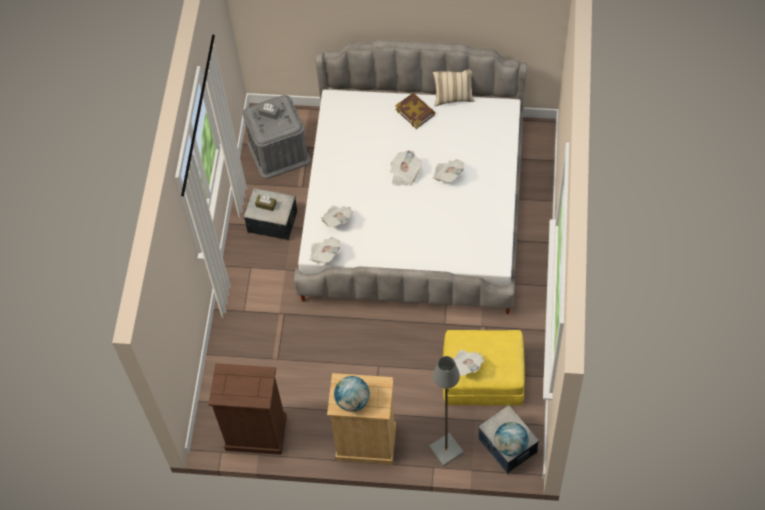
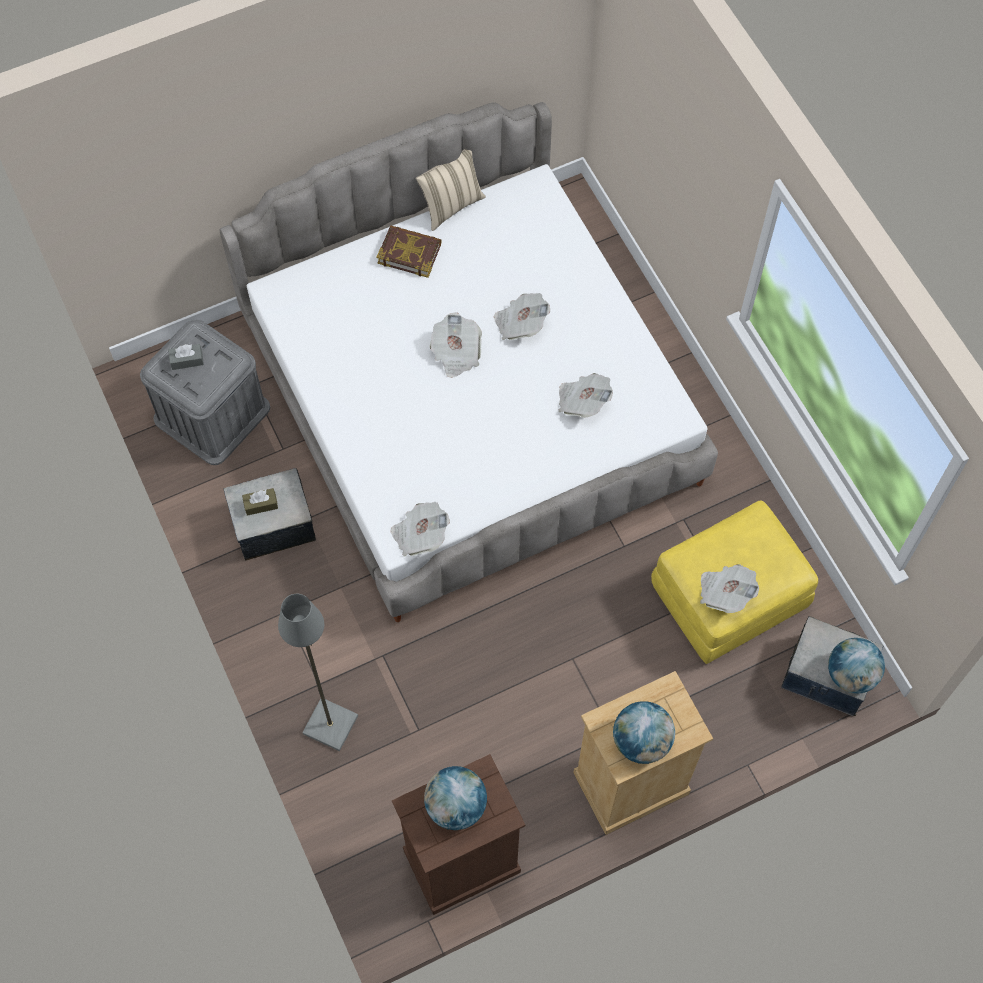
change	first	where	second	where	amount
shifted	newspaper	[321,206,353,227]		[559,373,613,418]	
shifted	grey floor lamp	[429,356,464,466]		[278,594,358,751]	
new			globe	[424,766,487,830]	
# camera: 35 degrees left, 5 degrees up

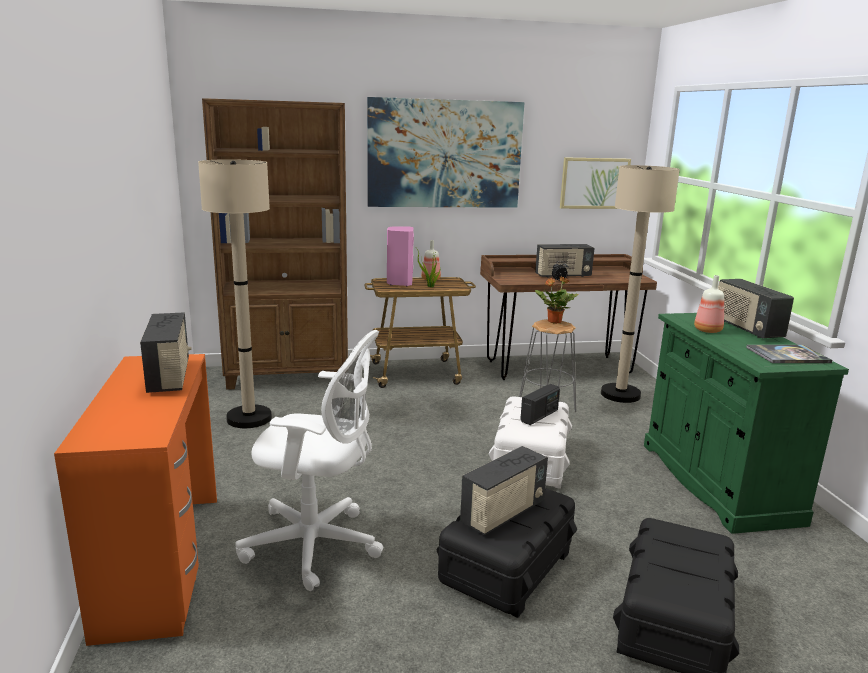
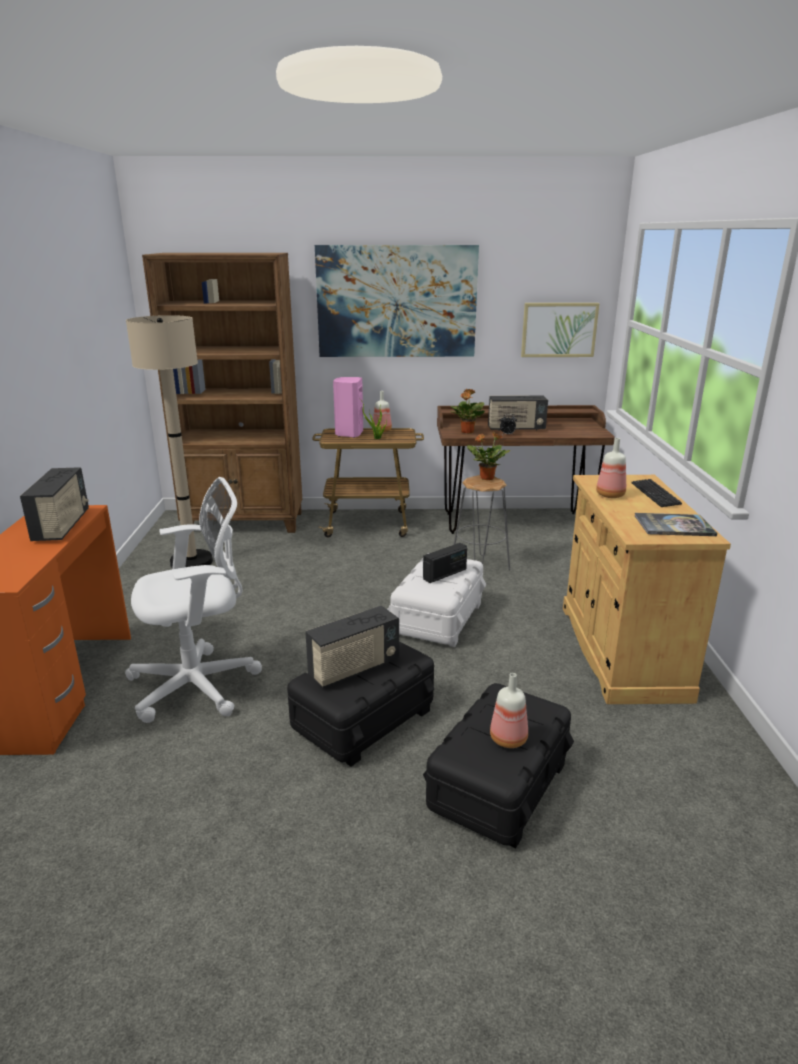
change	first	where	second	where	amount
gone	beige floor lamp	[601,165,680,403]			
swapped	radio	[718,279,794,338]	keyboard	[631,479,682,507]	
repainted	green cabinet	[644,313,849,534]	beige cabinet	[563,475,731,704]	
rotated	white office chair	[235,330,384,591]		[125,477,262,723]	45 degrees counterclockwise
new			potted plant	[451,389,485,433]	
new			bottle	[490,673,528,748]	
# camera: 10 degrees right, 5 degrees up

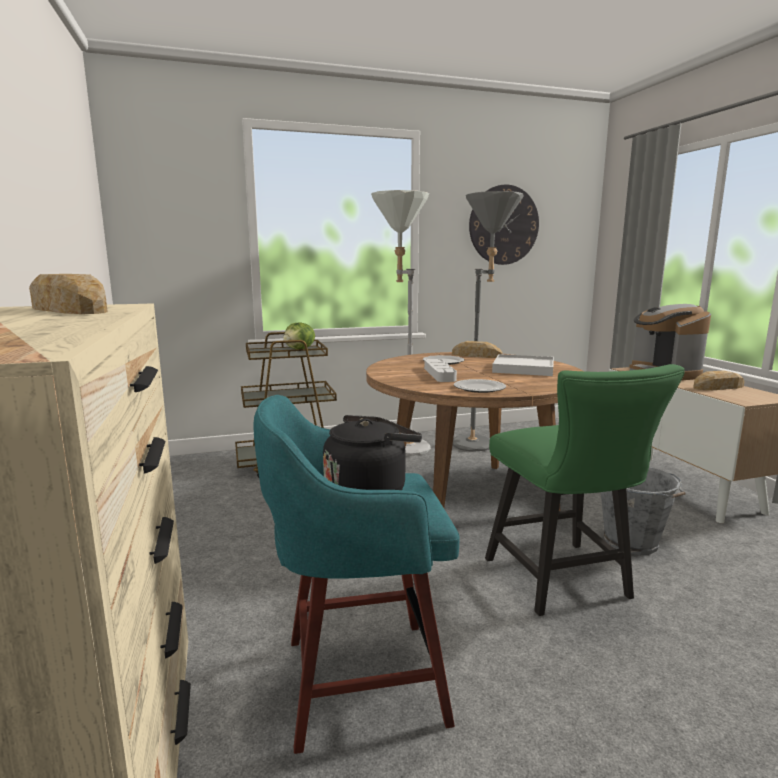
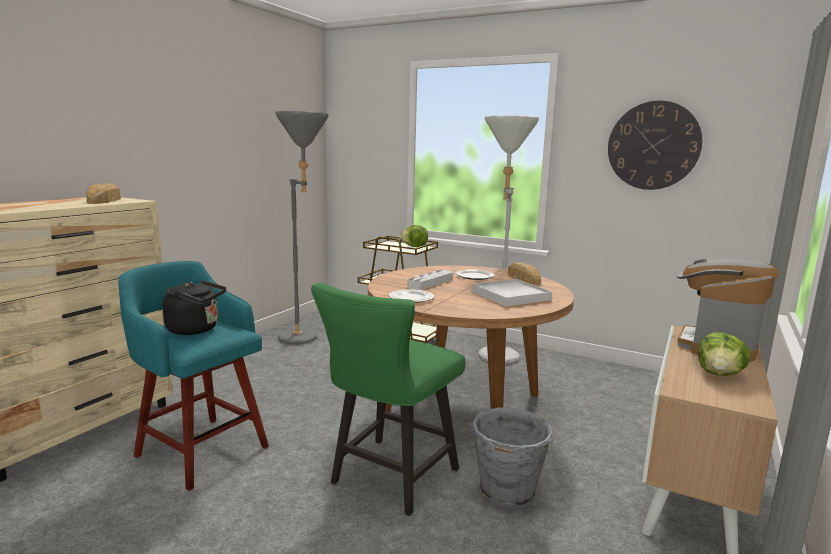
change	first	where	second	where	amount
shifted	grey floor lamp	[453,191,524,451]		[275,111,329,344]	
swapped	bread	[693,370,745,390]	lettuce	[698,332,751,376]	
# camera: 45 degrees right, 0 degrees up

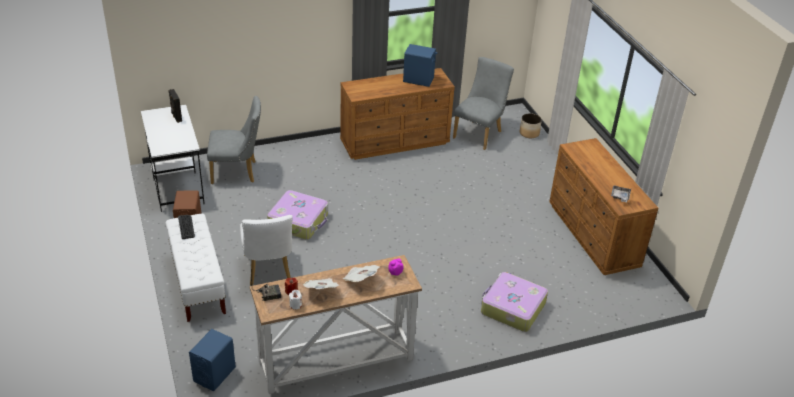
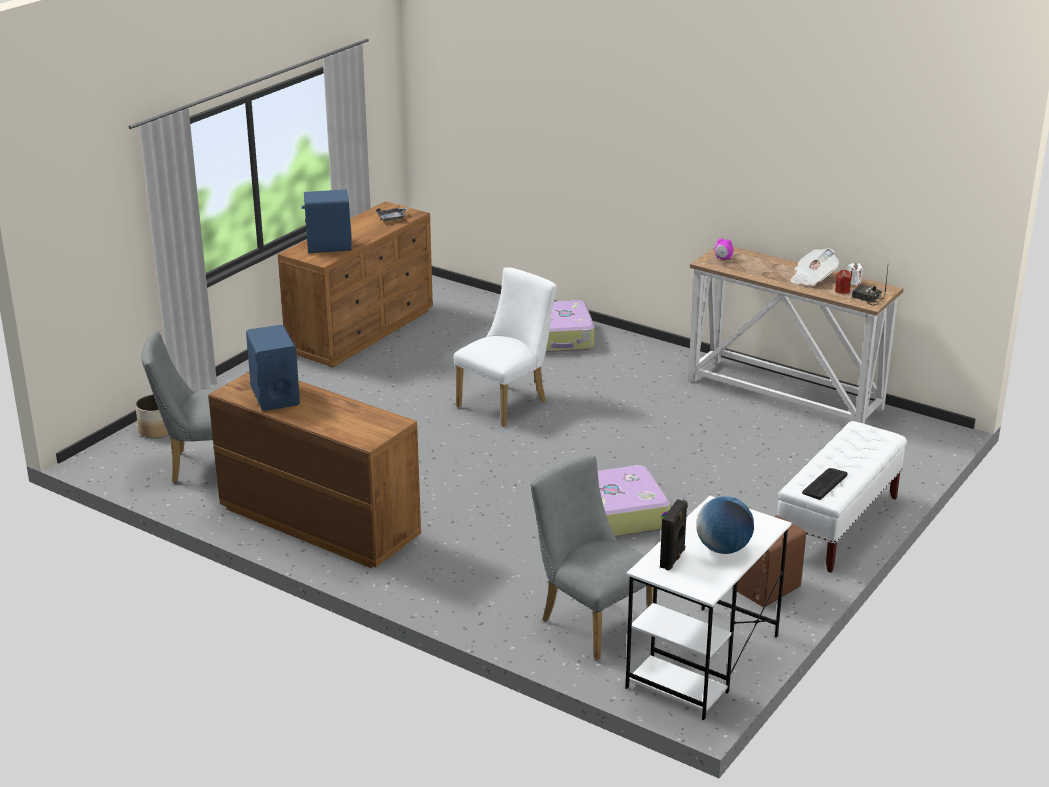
change	first	where	second	where	amount
shifted	white chair	[240,215,293,285]		[454,267,557,427]	
gone	newspaper	[343,265,380,282]			
shifted	blue speaker	[189,329,236,391]		[302,189,352,253]	
new			globe	[696,496,754,554]	
# camera: 125 degrees left, 10 degrees down

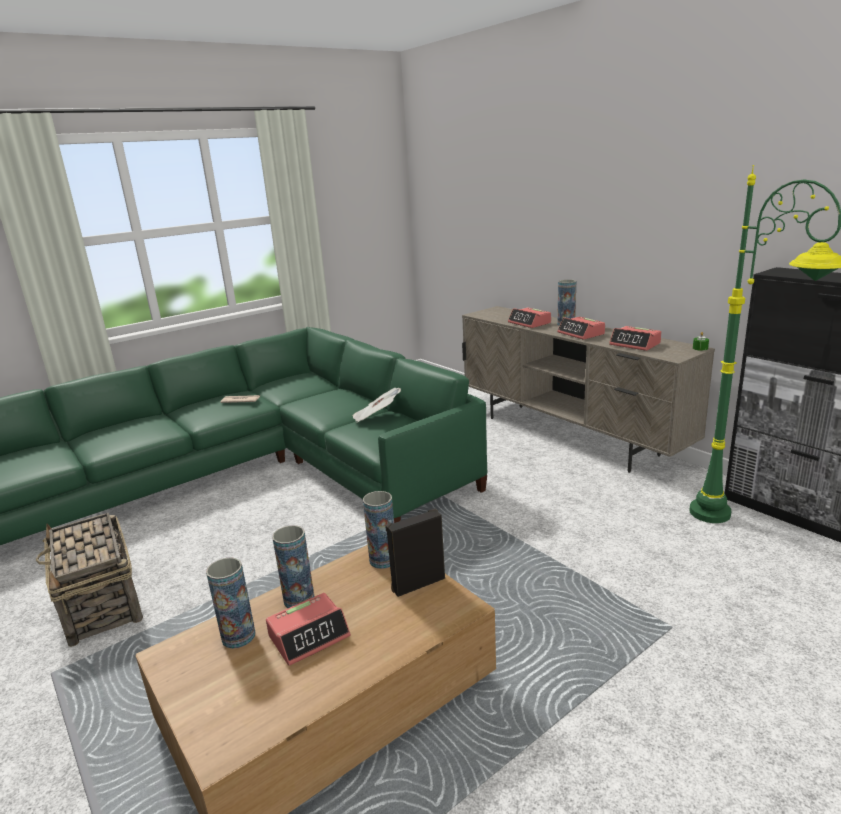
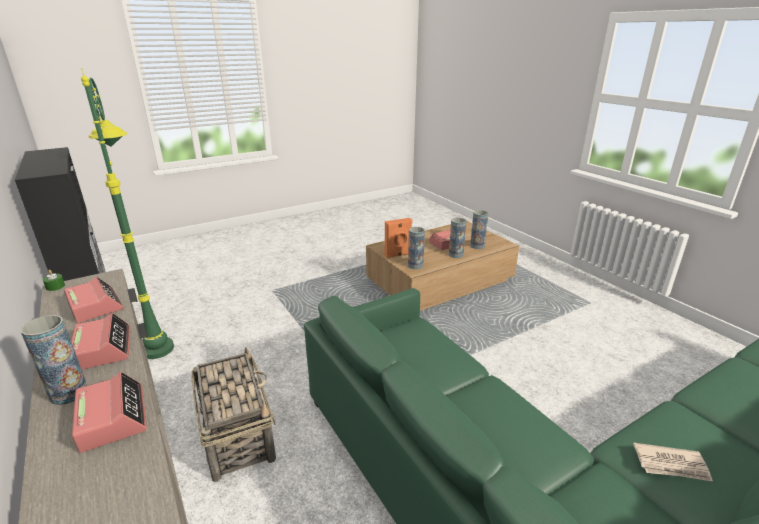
change	first	where	second	where	amount
gone	newspaper	[353,388,401,423]			
repainted	black speaker	[385,508,445,597]	orange speaker	[385,218,412,258]	
shifted	basket	[36,513,143,647]		[192,347,276,482]	
# camera: 175 degrees left, 5 degrees up

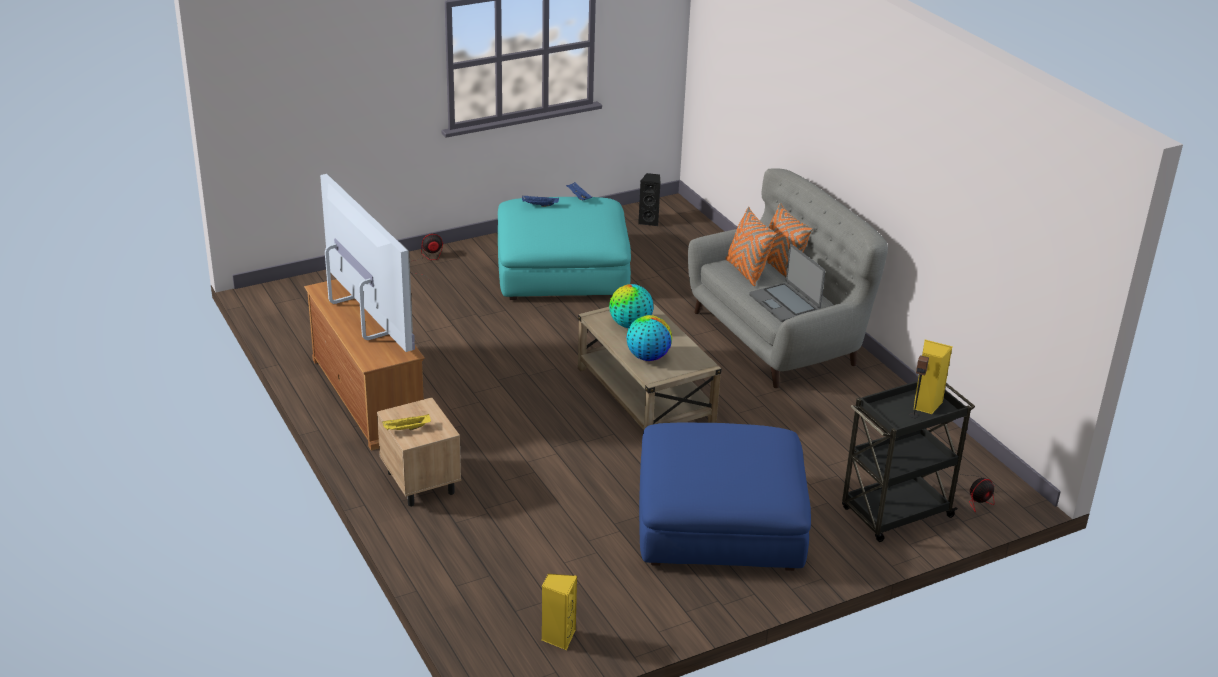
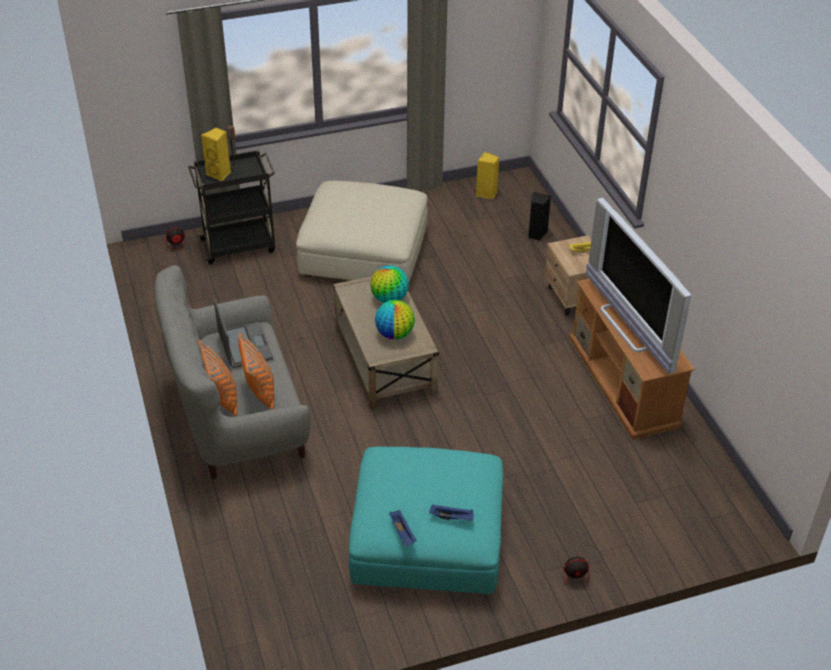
change	first	where	second	where	amount
shifted	black speaker	[638,173,661,226]		[528,192,551,241]	
repainted	blue ottoman	[639,422,811,571]	beige ottoman	[296,181,428,281]	
# camera: 170 degrees left, 10 degrees up

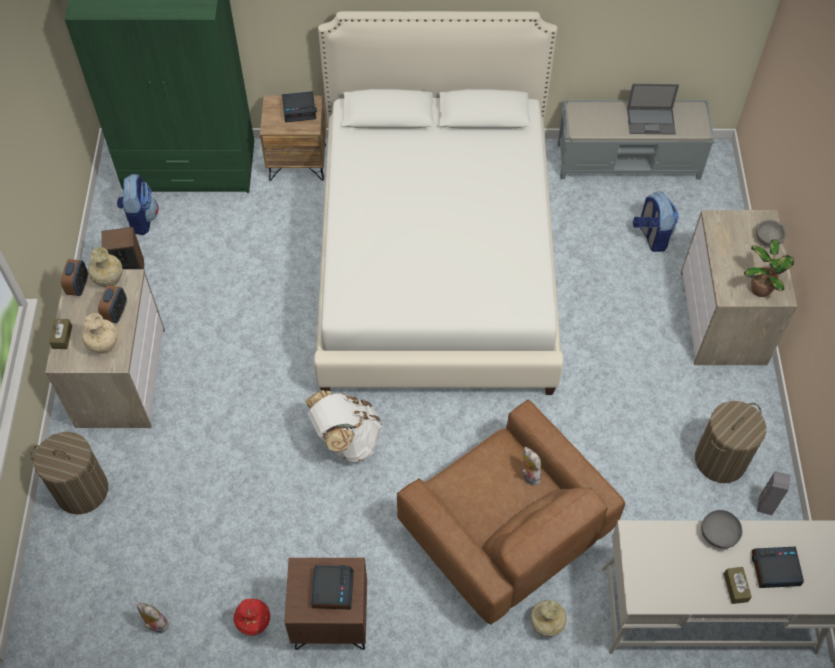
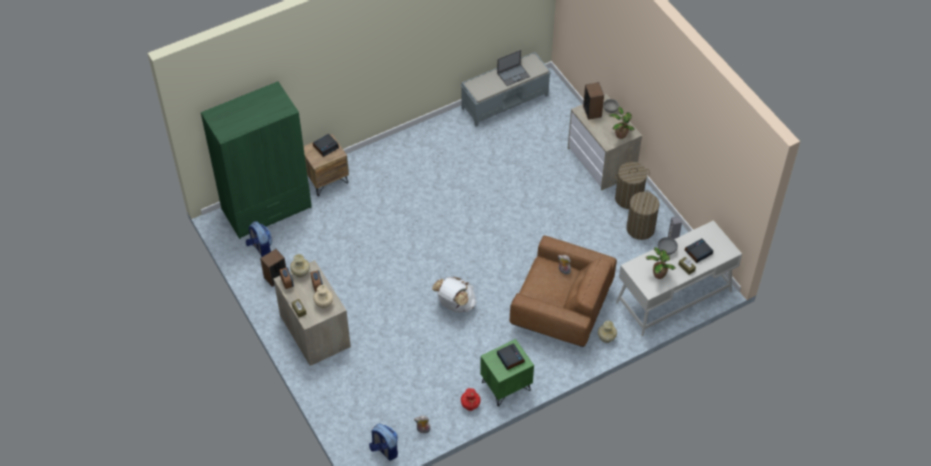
change	first	where	second	where	amount
gone	white bed	[314,11,563,395]			
shifted	backpack	[633,191,679,252]		[369,423,398,461]	
shifted	laundry basket	[30,432,108,515]		[615,162,650,209]	
repainted	brown nightstand	[285,558,367,650]	green nightstand	[480,339,534,407]	
new			speaker	[583,82,604,120]	
new			potted plant	[645,247,676,279]	
# camera: 30 degrees left, 5 degrees down

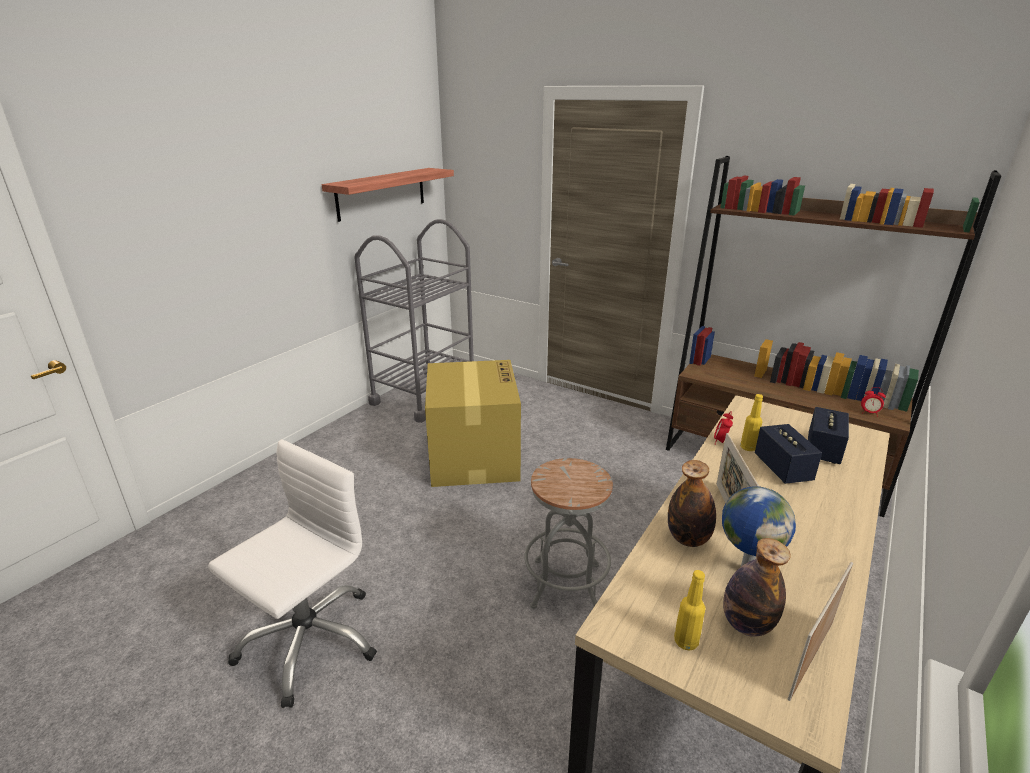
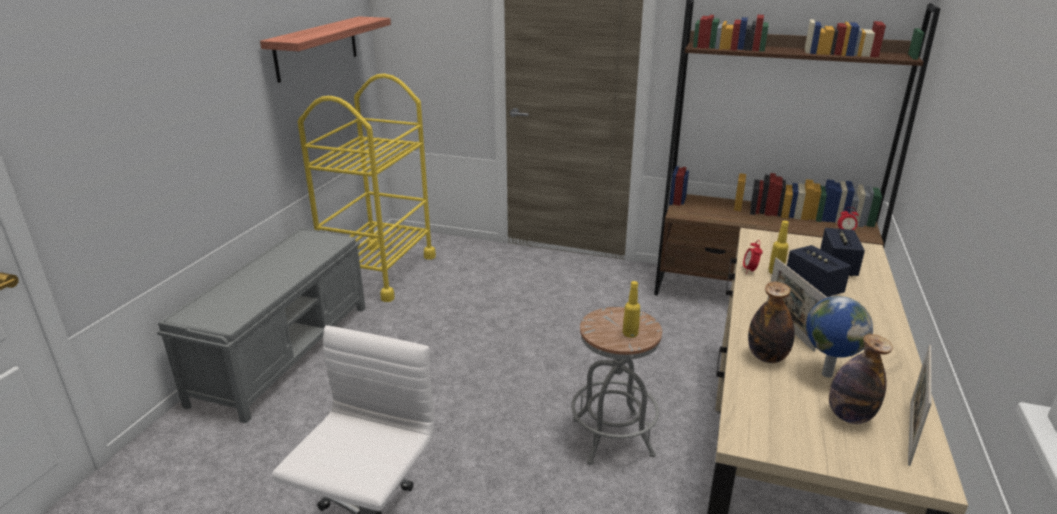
change	first	where	second	where	amount
repainted	grey cart	[354,219,474,423]	yellow cart	[298,73,436,302]	
gone	cardboard box	[425,360,521,487]			
shifted	yellow bottle	[674,570,705,651]		[623,281,640,338]	
new			grey bench	[157,228,365,423]	
# camera: 15 degrees left, 0 degrees up

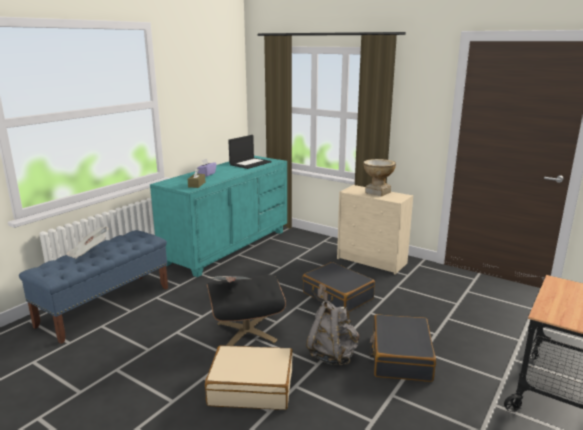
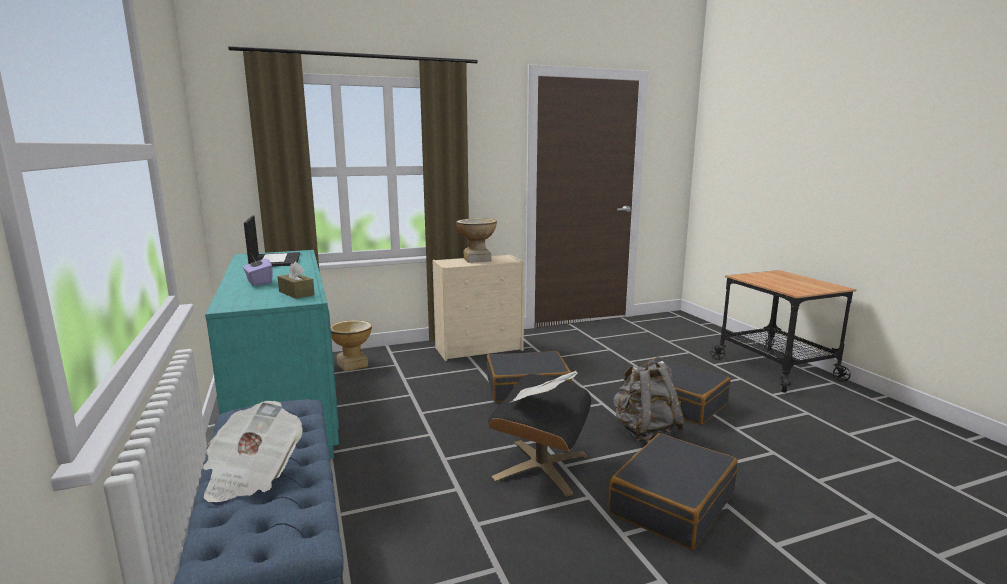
change	first	where	second	where	amount
repainted	beige suitcase	[205,345,293,410]	black suitcase	[608,433,738,550]	
new			vase	[330,320,372,372]	
# camera: 55 degrees left, 5 degrees down

